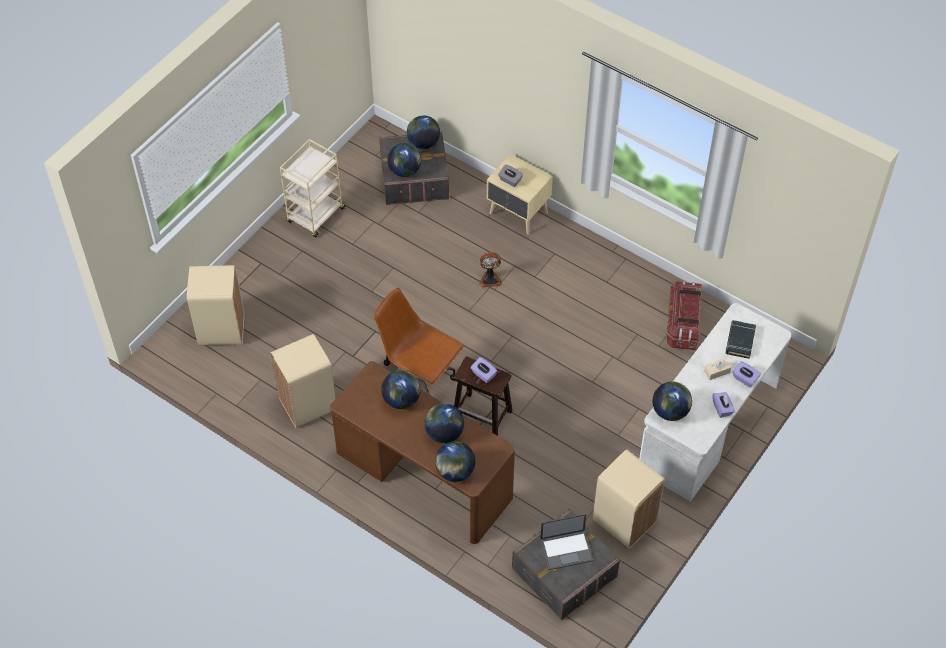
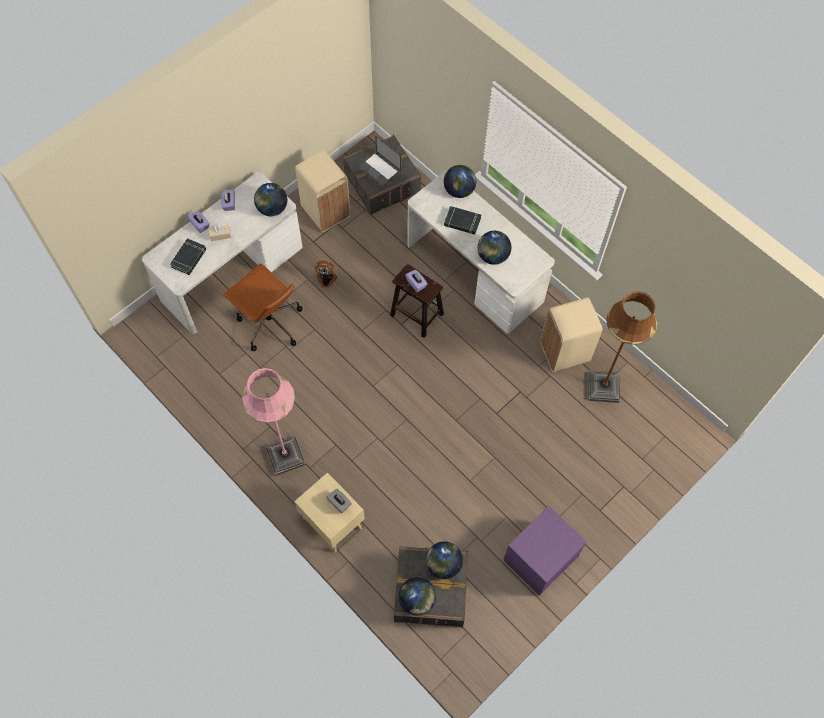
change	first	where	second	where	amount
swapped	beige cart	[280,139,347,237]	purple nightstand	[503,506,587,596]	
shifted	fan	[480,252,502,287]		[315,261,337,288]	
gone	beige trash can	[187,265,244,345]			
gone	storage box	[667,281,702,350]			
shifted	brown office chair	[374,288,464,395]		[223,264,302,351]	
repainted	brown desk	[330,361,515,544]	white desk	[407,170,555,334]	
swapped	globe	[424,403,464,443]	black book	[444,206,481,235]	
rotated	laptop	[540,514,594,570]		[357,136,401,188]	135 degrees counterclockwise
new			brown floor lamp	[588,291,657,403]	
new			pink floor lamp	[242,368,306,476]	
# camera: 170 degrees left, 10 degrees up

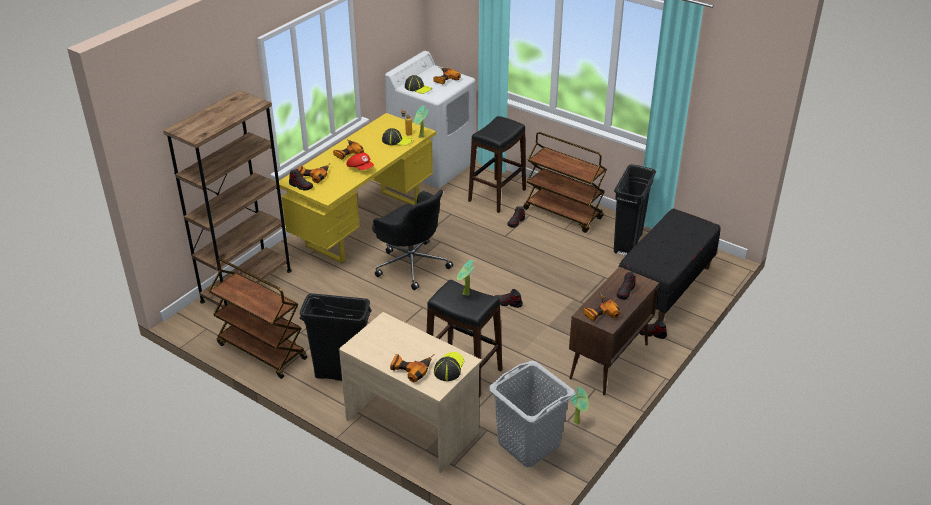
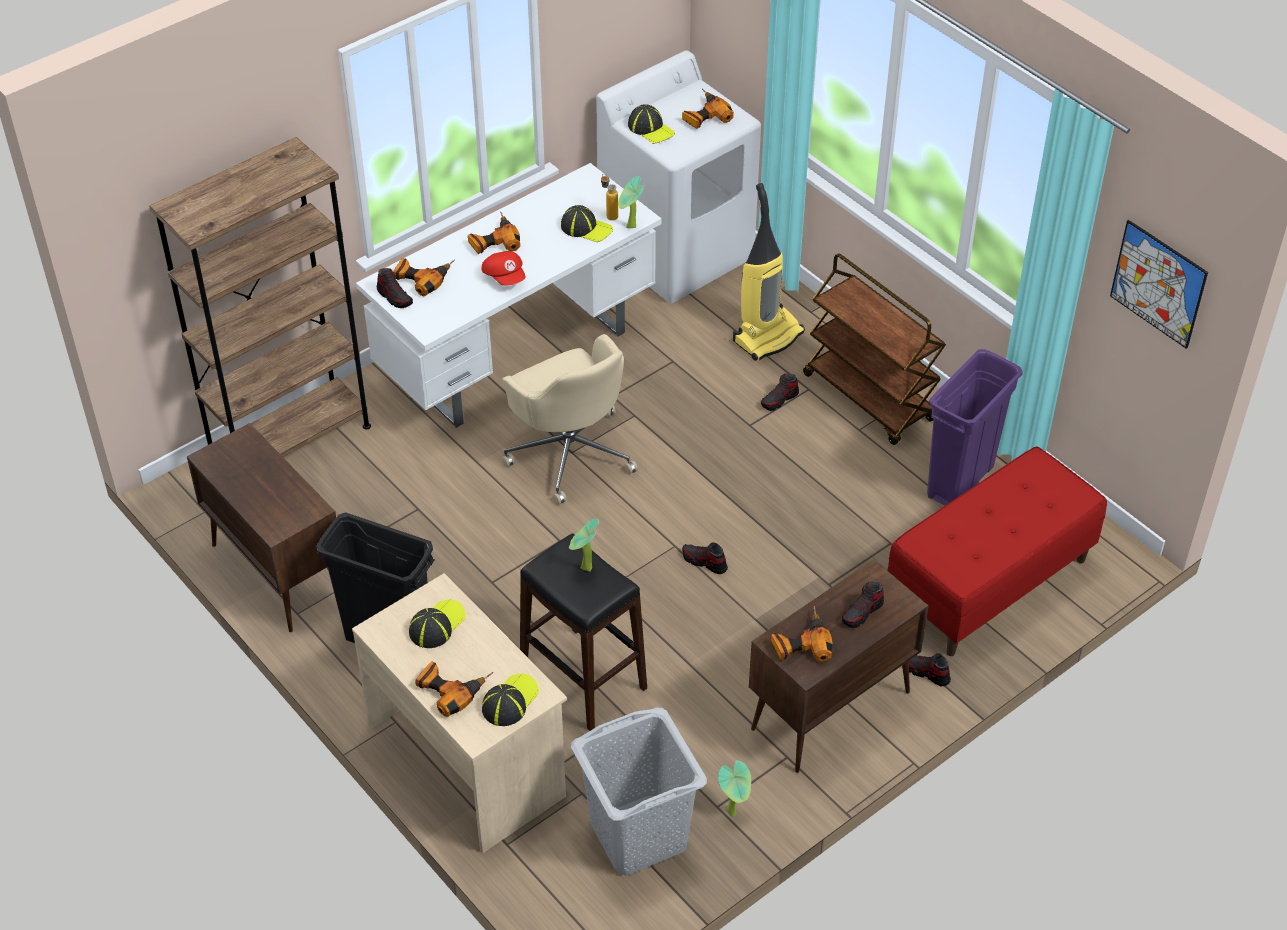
change	first	where	second	where	amount
repainted	yellow desk	[279,113,436,263]	white desk	[356,163,662,428]	
swapped	black stool	[468,116,526,213]	vacuum cleaner	[733,183,805,361]	
repainted	black trash can	[614,164,656,256]	purple trash can	[927,349,1023,506]	
repainted	black office chair	[372,190,453,290]	beige office chair	[502,334,638,505]	
repainted	black bench	[618,209,720,321]	red bench	[887,446,1107,656]	
swapped	brown cart	[209,258,307,379]	brown cabinet	[187,423,336,632]	
new			picture	[1110,220,1208,349]	
new			cap	[409,599,466,648]	
# camera: 15 degrees right, 10 degrees up

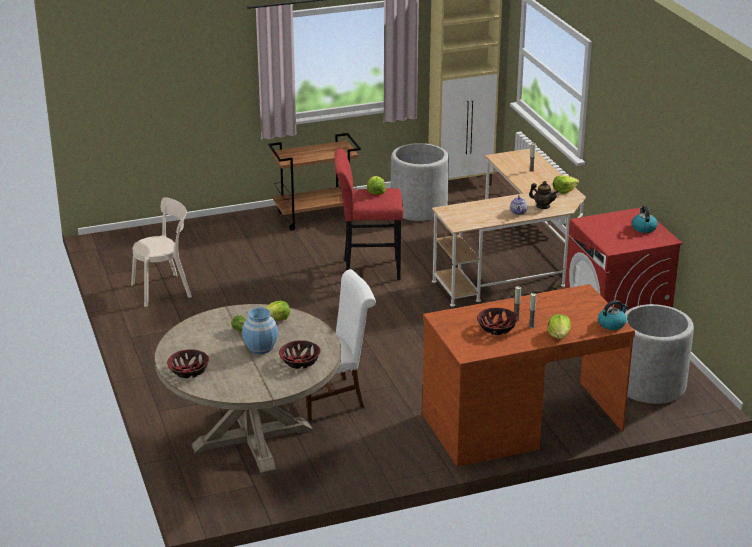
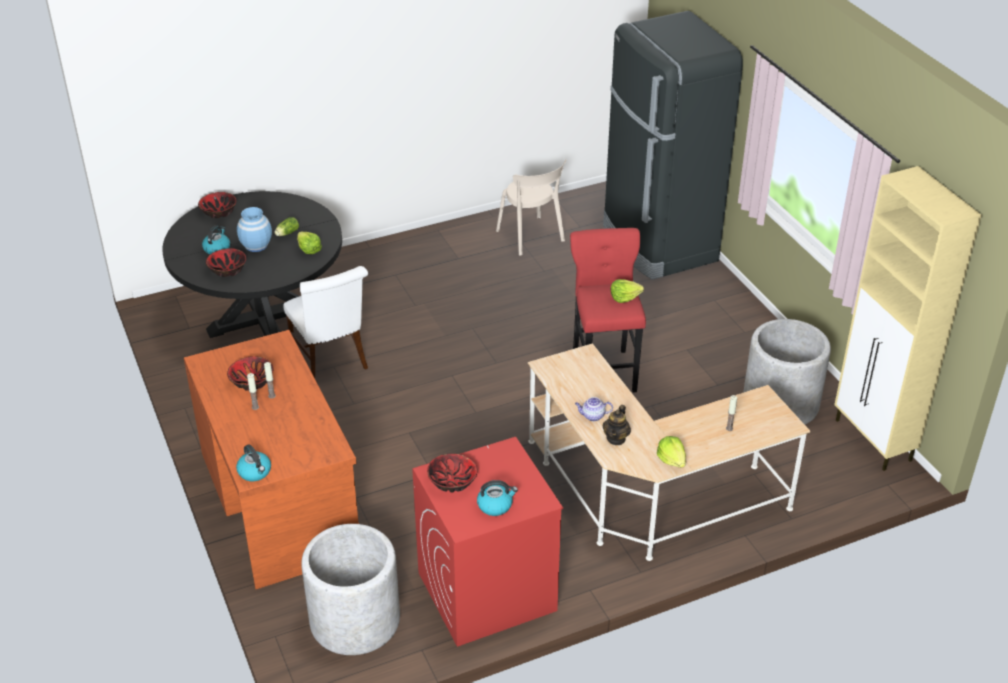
change	first	where	second	where	amount
gone	brown cart	[268,133,361,230]			
repainted	beige dining table	[155,304,341,474]	black dining table	[162,191,342,338]	
gone	lettuce	[547,314,571,339]			
new			black fridge	[603,11,743,280]	
new			kettle	[202,225,230,255]	
new			bowl	[427,454,478,493]	
# camera: 85 degrees right, 10 degrees up

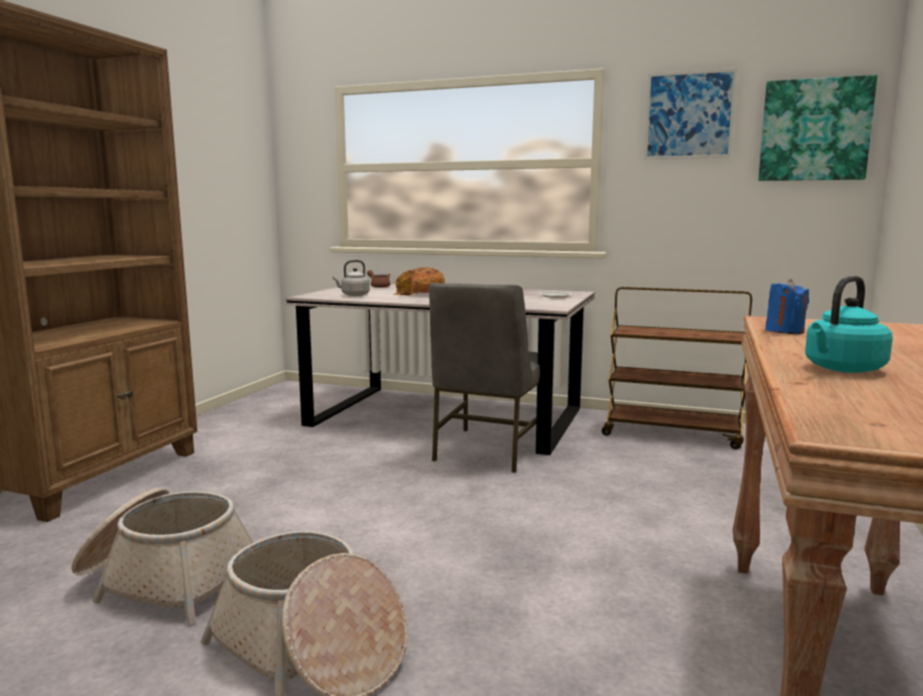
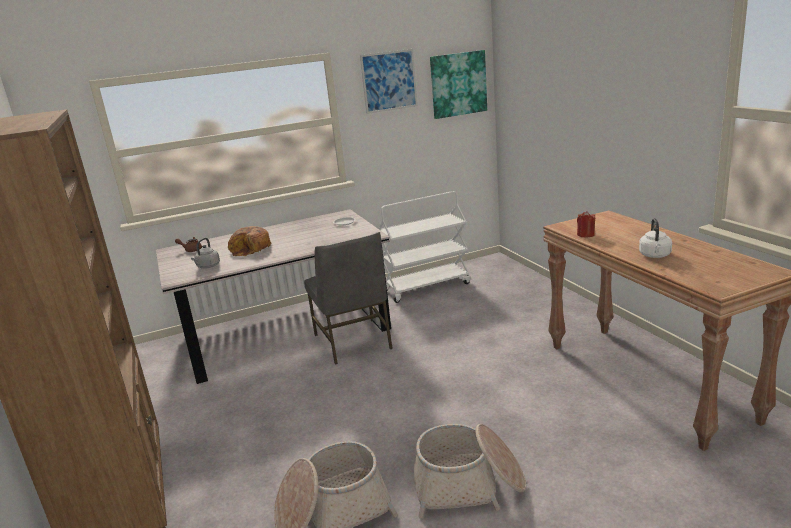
change	first	where	second	where	amount
repainted	turquoise kettle	[805,276,893,373]	white kettle	[639,218,672,258]	
repainted	blue candle	[765,279,809,334]	red candle	[577,211,595,237]	
repainted	brown cart	[602,287,752,449]	white cart	[379,191,471,303]	
# camera: 40 degrees left, 10 degrees up

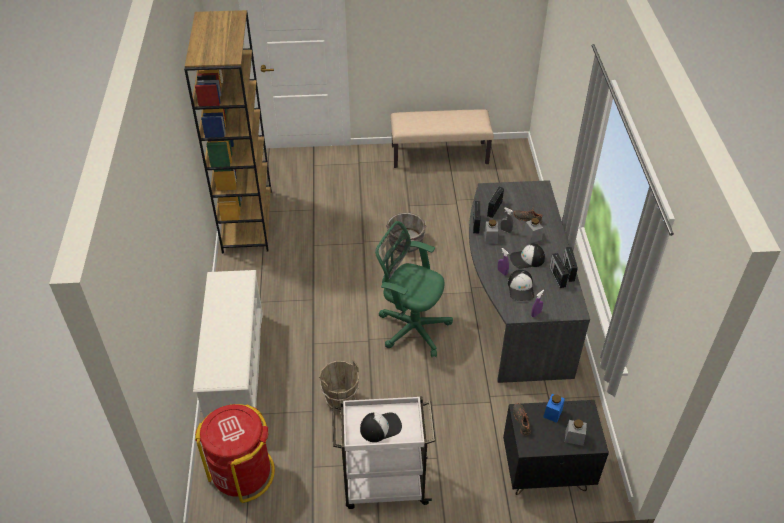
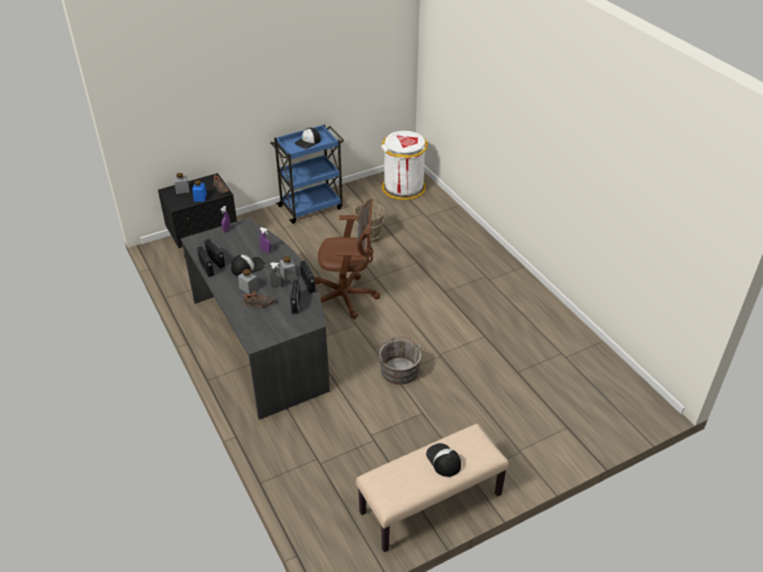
change	first	where	second	where	amount
gone	brown bookcase	[184,10,272,253]			
repainted	green office chair	[375,221,453,357]	brown office chair	[315,199,380,319]	
gone	white shoe rack	[193,270,263,419]			
shifted	cap	[508,270,534,301]		[426,443,461,477]	
repainted	white cart	[332,396,436,509]	blue cart	[270,124,344,224]	
repainted	red trash can	[195,404,275,503]	white trash can	[381,131,428,200]	
# camera: 155 degrees right, 5 degrees down

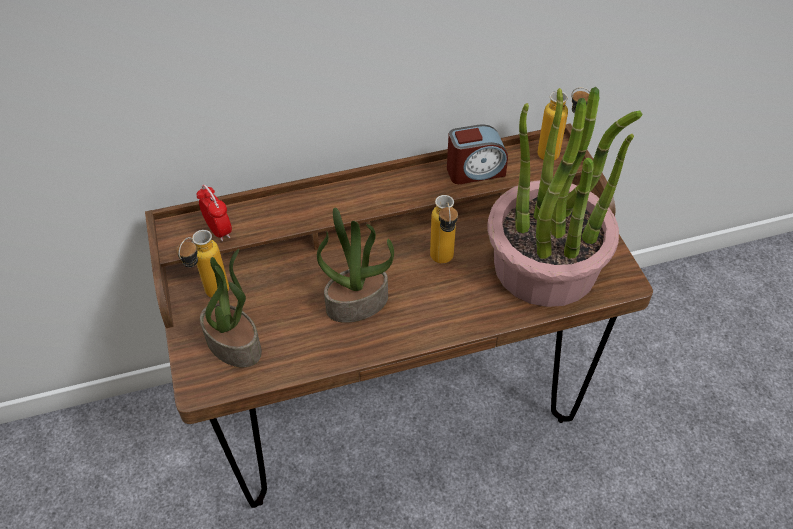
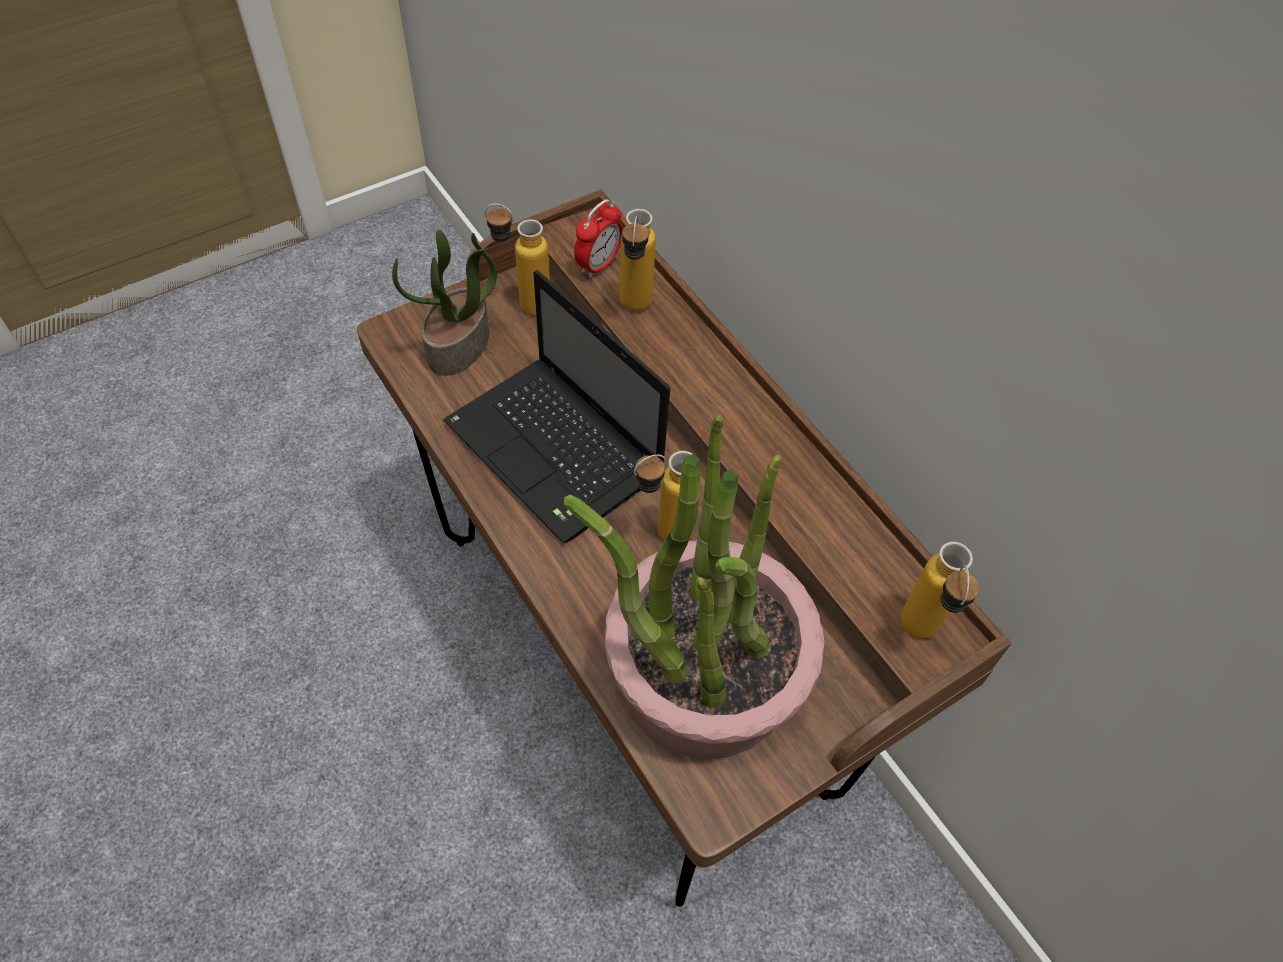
change	first	where	second	where	amount
gone	alarm clock	[447,124,508,184]			
swapped	potted plant	[317,208,394,323]	laptop	[443,270,670,544]	
new			bottle	[620,209,656,311]	
# camera: 70 degrees right, 5 degrees up

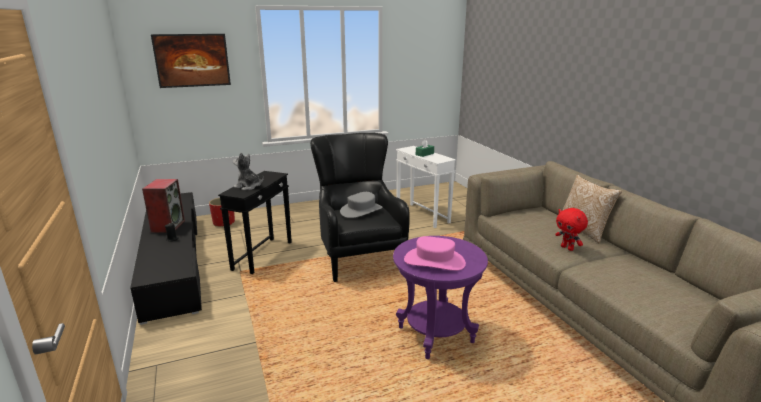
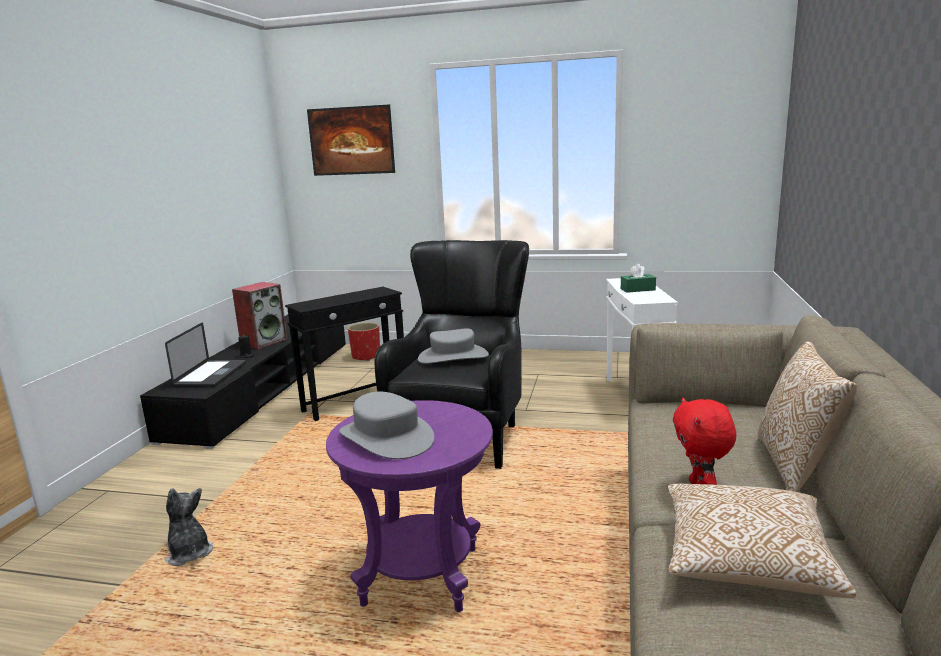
change	first	where	second	where	amount
shifted	plush toy	[233,153,264,190]		[165,488,213,566]	
repainted	pink hat	[404,236,466,271]	grey hat	[339,392,434,459]	
new			laptop	[165,323,246,387]	
new			pillow	[668,484,857,598]	
# camera: 35 degrees right, 5 degrees down

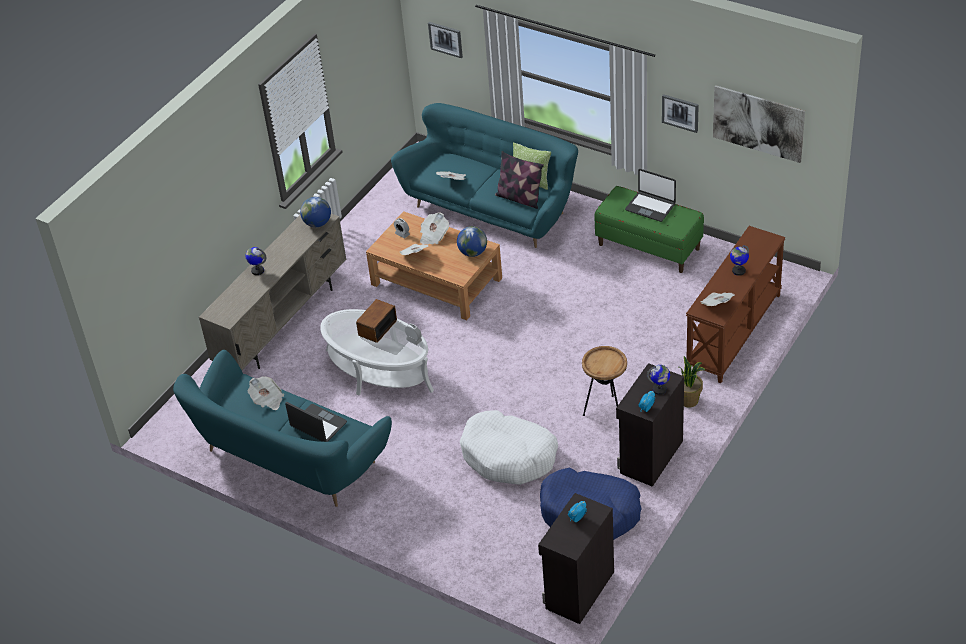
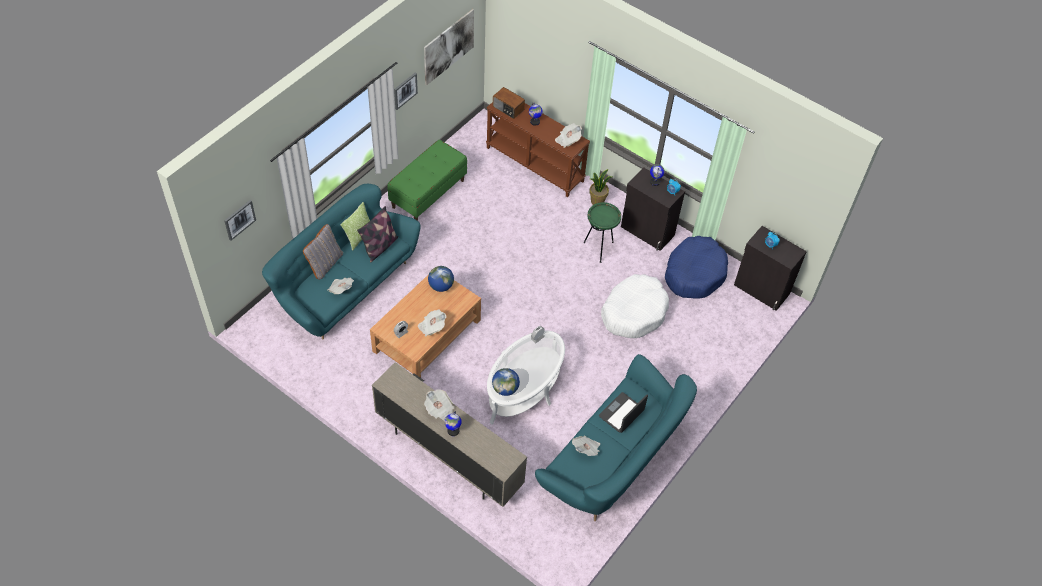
change	first	where	second	where	amount
gone	laptop	[625,169,676,222]			
shifted	globe	[300,197,331,227]		[492,368,520,396]	
shifted	newspaper	[420,212,449,244]		[424,389,455,421]	
shifted	radio	[356,299,397,343]		[493,87,525,119]	
repainted	brown side table	[582,346,627,416]	green side table	[584,202,621,263]	
new			grey pillow	[303,224,343,280]	
# camera: 90 degrees left, 10 degrees up

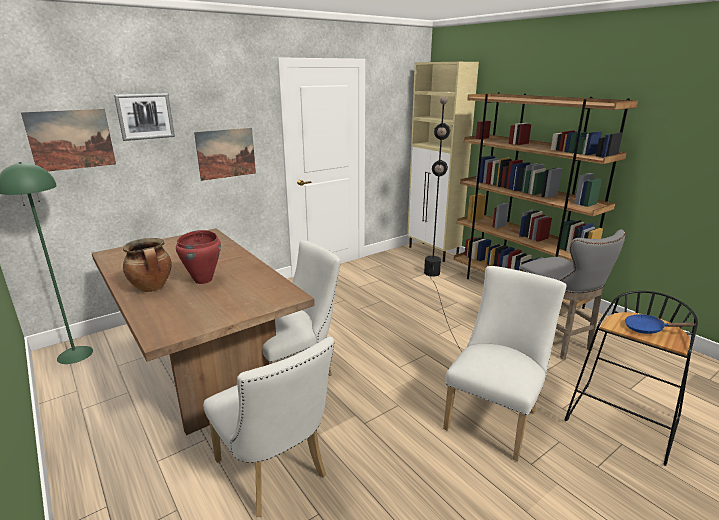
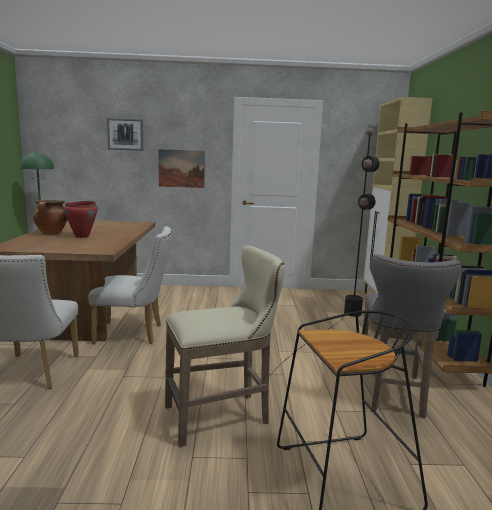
change	first	where	second	where	amount
gone	picture	[21,109,116,172]			
swapped	white chair	[443,266,567,461]	beige stool	[165,245,285,447]	
gone	blue frying pan	[625,314,696,334]			
# camera: 35 degrees right, 10 degrees down

